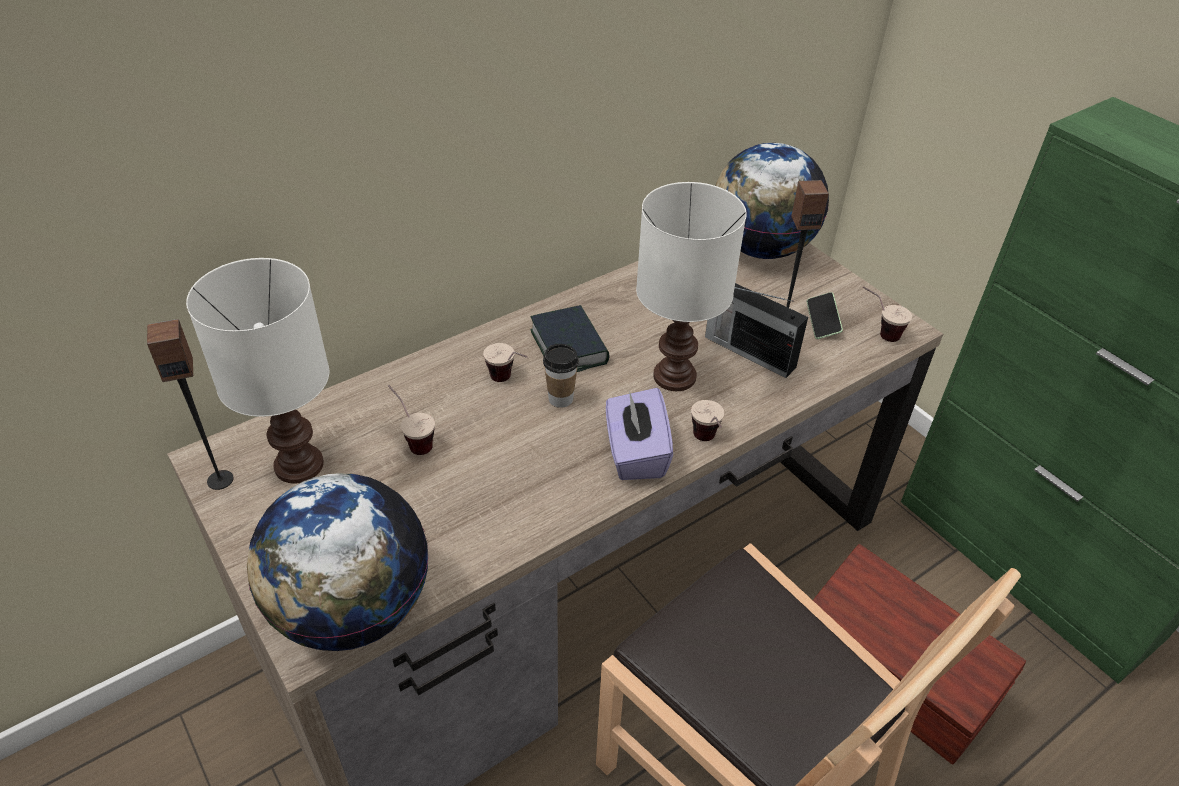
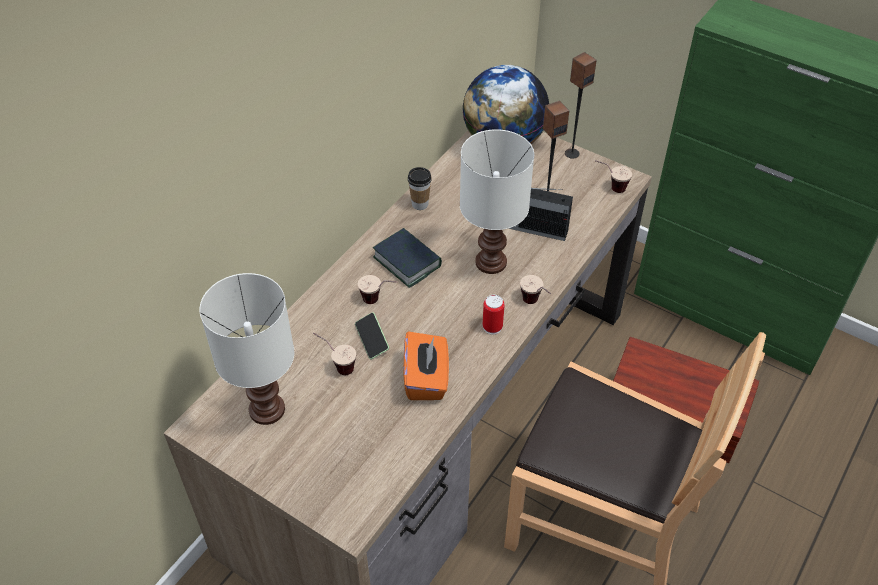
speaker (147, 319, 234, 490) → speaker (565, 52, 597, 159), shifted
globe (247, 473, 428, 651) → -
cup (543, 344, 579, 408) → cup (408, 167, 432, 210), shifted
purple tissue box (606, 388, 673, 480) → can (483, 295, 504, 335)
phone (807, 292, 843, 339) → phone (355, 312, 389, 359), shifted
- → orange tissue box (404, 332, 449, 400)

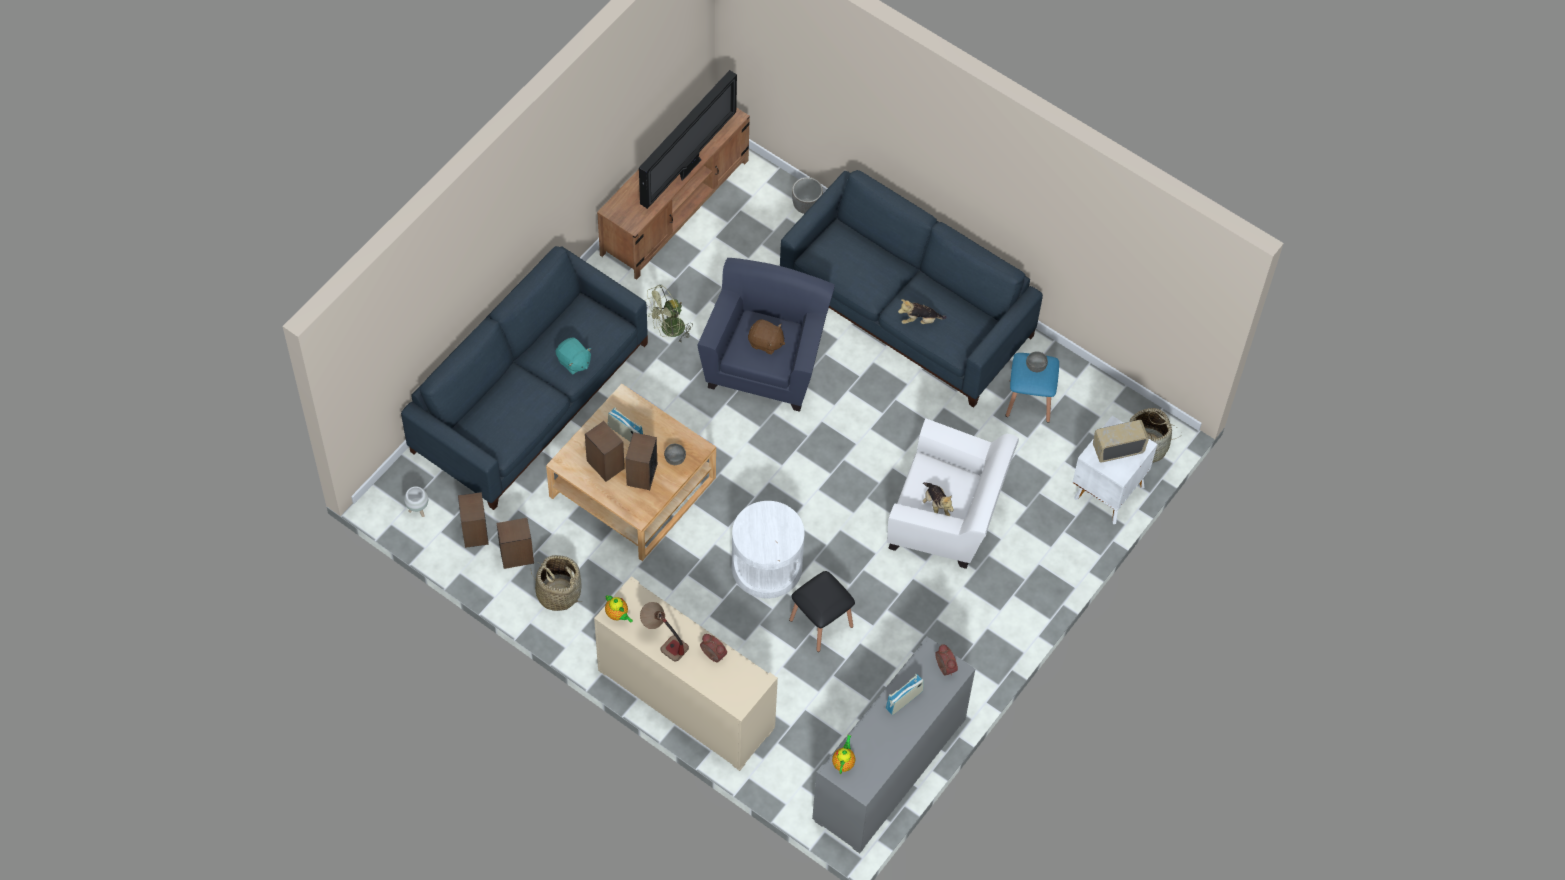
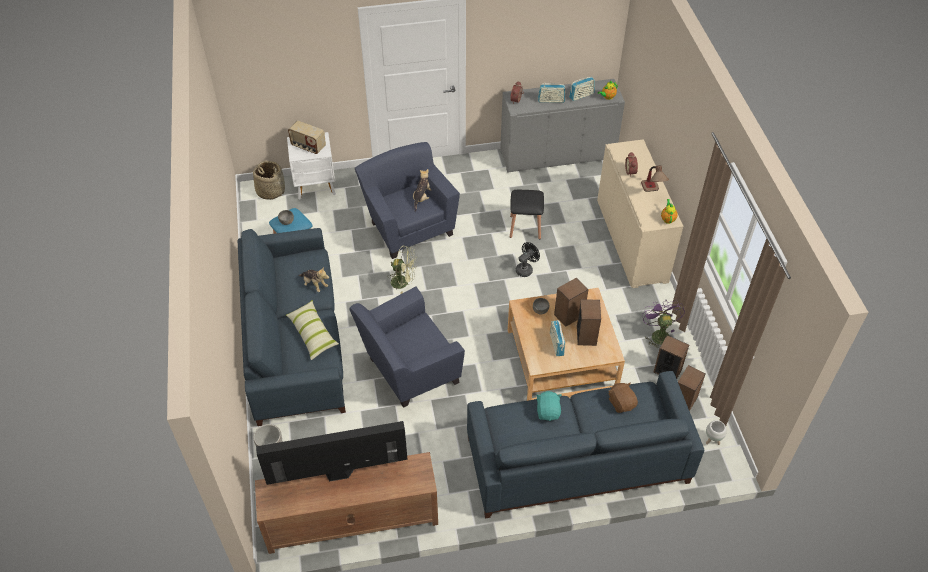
basket (530, 555, 583, 611) → purple fan (642, 299, 685, 350)
green fan (645, 285, 693, 344) → green fan (387, 245, 417, 294), shifted
white side table (732, 501, 805, 598) → black fan (515, 242, 540, 277)
brown plush toy (748, 319, 785, 355) → brown plush toy (608, 382, 638, 413), shifted
white armchair (887, 418, 1019, 569) → blue armchair (355, 142, 460, 259)
- → pillow (286, 300, 339, 360)
- → radio (569, 77, 595, 101)

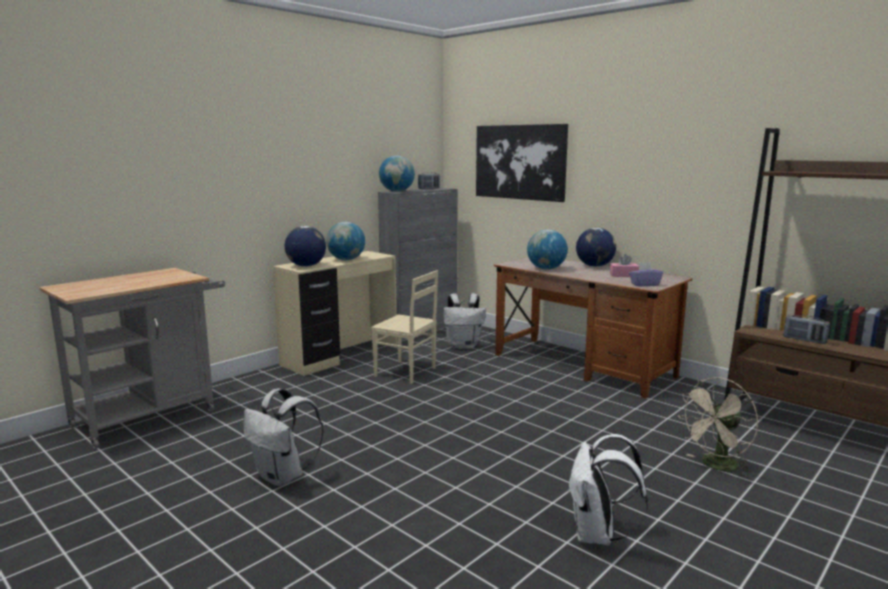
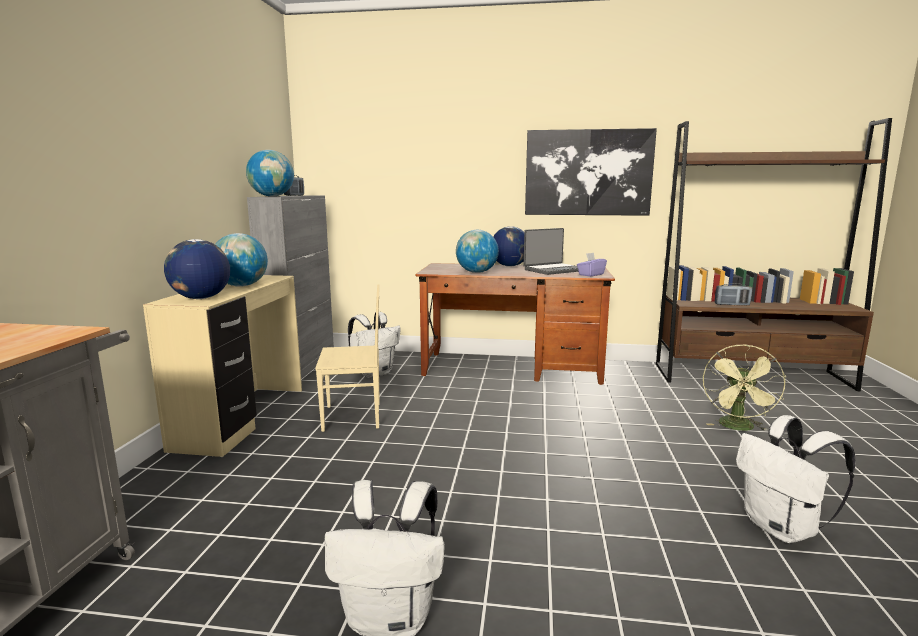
picture (476, 124, 568, 202) → picture (525, 128, 657, 216), shifted
pink tissue box (610, 254, 639, 277) → laptop (524, 228, 579, 275)
beige fan (677, 377, 759, 478) → green fan (703, 345, 786, 431)

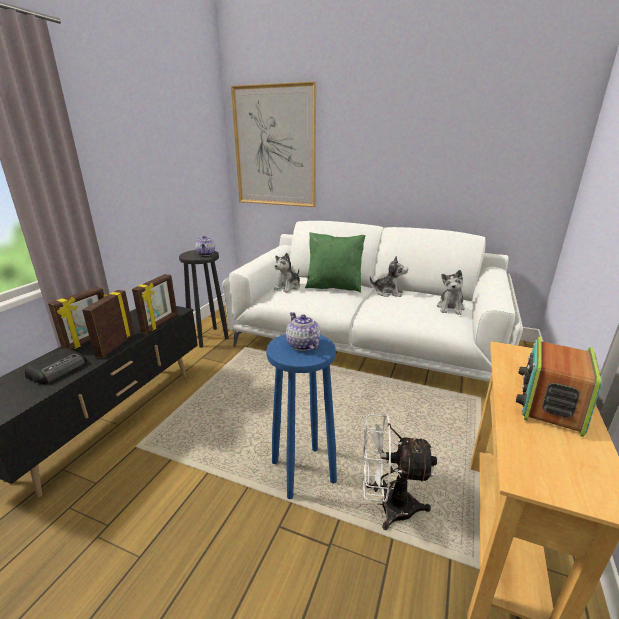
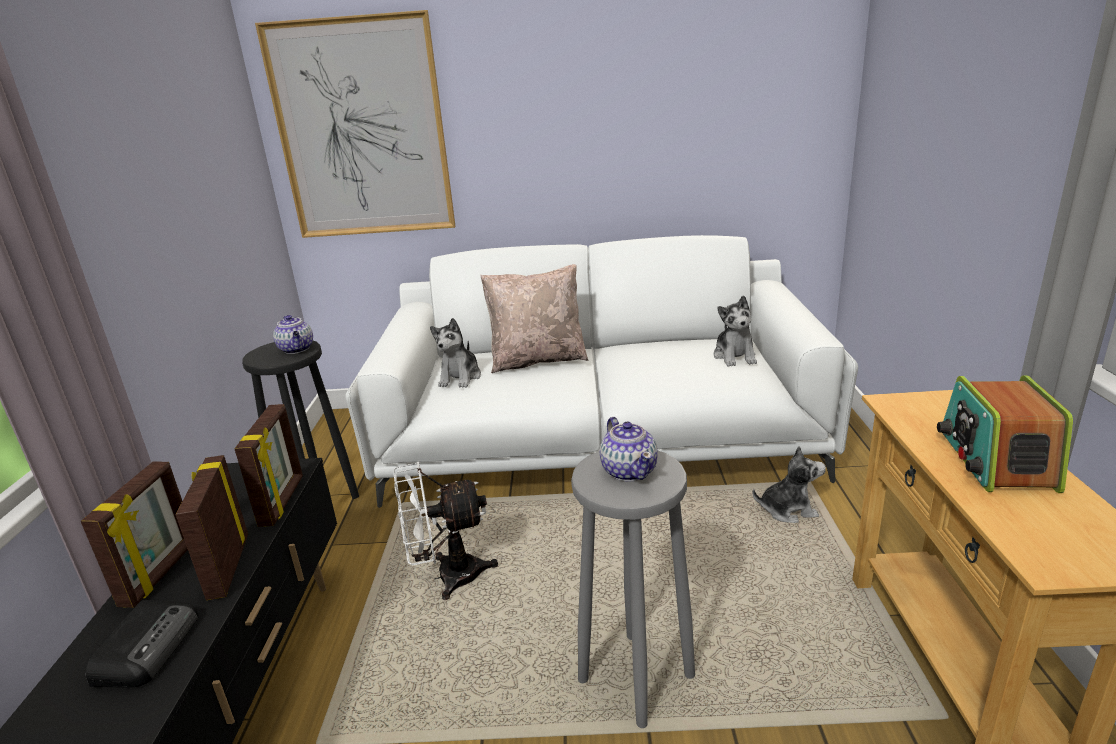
blue stool (266, 334, 337, 499) → grey stool (571, 451, 695, 728)
teapot (286, 312, 321, 351) → teapot (600, 417, 658, 482), 150 degrees counterclockwise
green pillow (305, 232, 366, 293) → beige pillow (480, 264, 589, 373)
white fan (363, 413, 437, 530) → white fan (393, 462, 498, 600), shifted
plush toy (370, 256, 408, 297) → plush toy (753, 446, 826, 523), shifted

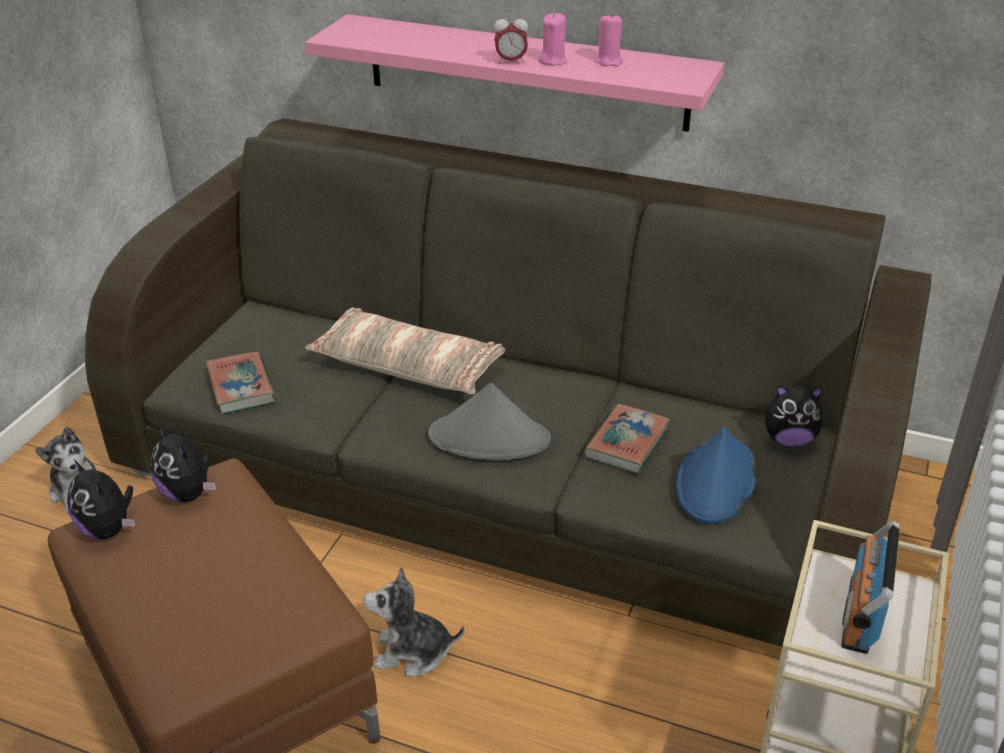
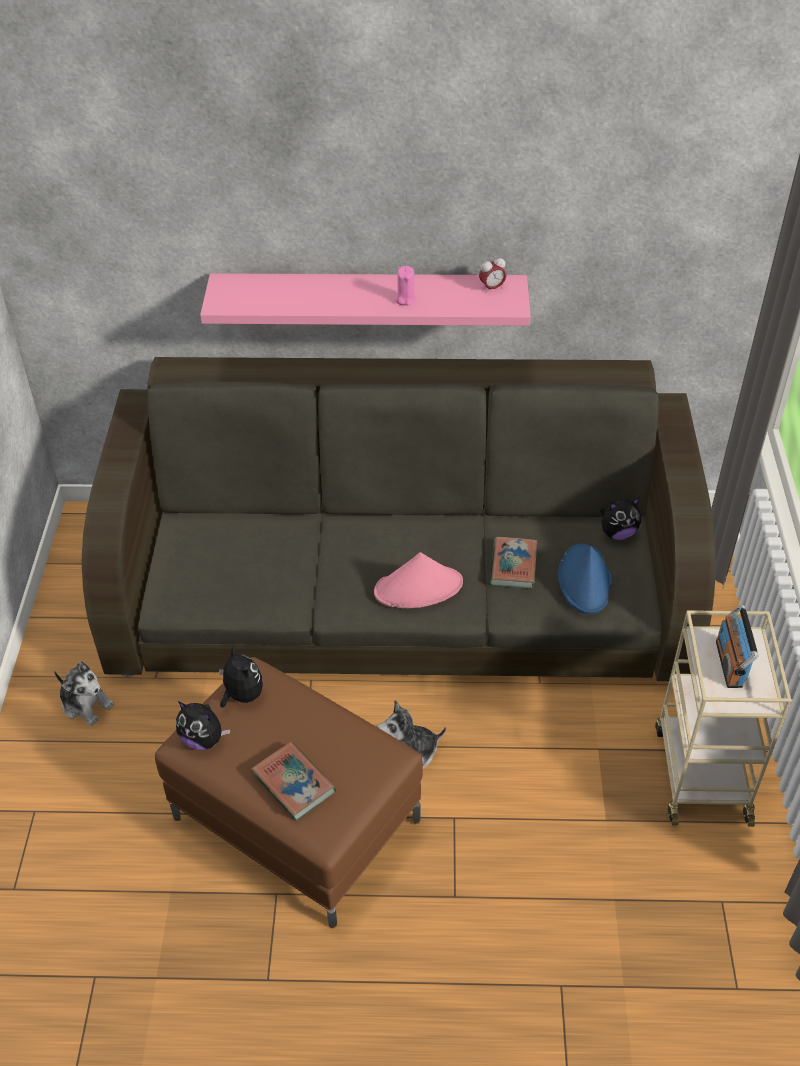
plush toy (151, 425, 216, 502) → plush toy (219, 646, 263, 707), 150 degrees counterclockwise
book (206, 352, 276, 414) → book (252, 742, 336, 821), shifted
pillow (305, 307, 505, 394) → -
grey hat (428, 383, 551, 460) → pink hat (374, 552, 463, 608)
alarm clock (494, 13, 528, 64) → alarm clock (479, 256, 506, 293), shifted
pink candle (595, 13, 623, 67) → -

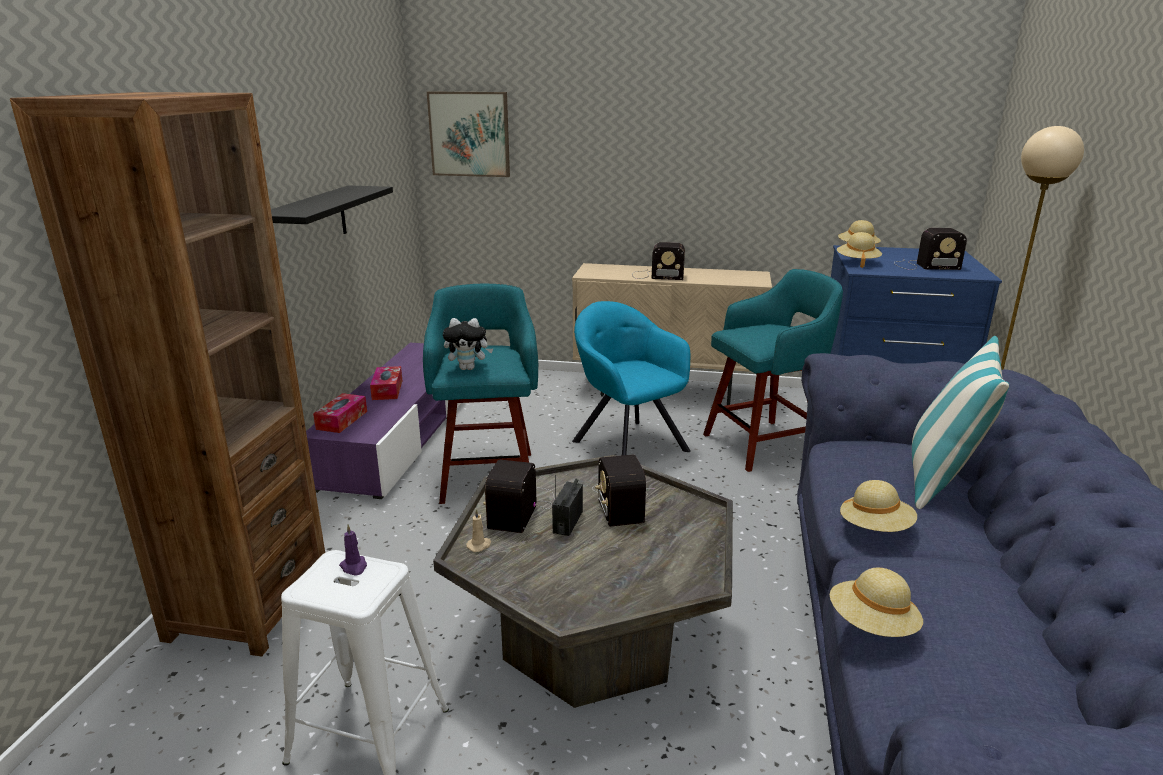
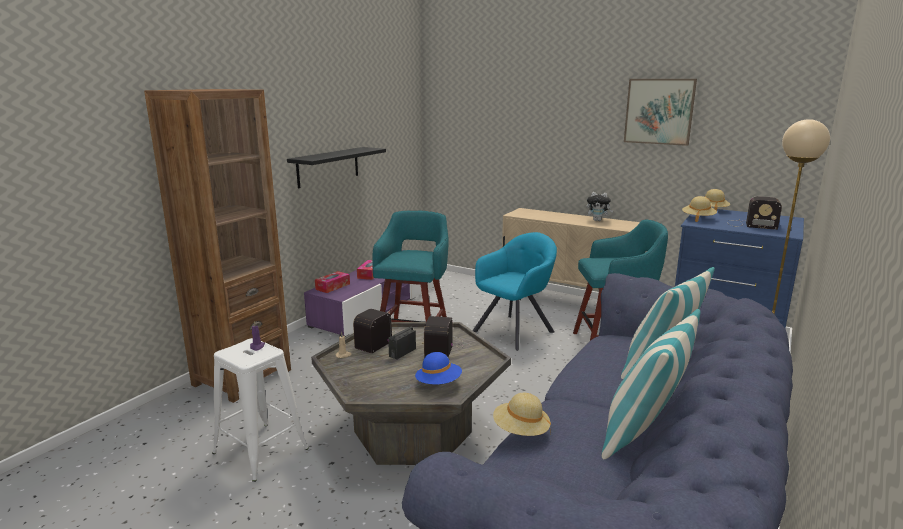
picture (427, 92, 510, 177) → picture (624, 79, 697, 146), shifted
plush toy (443, 318, 493, 370) → plush toy (586, 192, 613, 221), shifted
turquoise armchair (572, 301, 691, 455) → turquoise armchair (472, 232, 557, 351), 60 degrees clockwise
radio (632, 242, 685, 280) → -
beige hat (840, 480, 917, 532) → -
- → blue hat (415, 352, 462, 384)
- → pillow (602, 309, 701, 459)

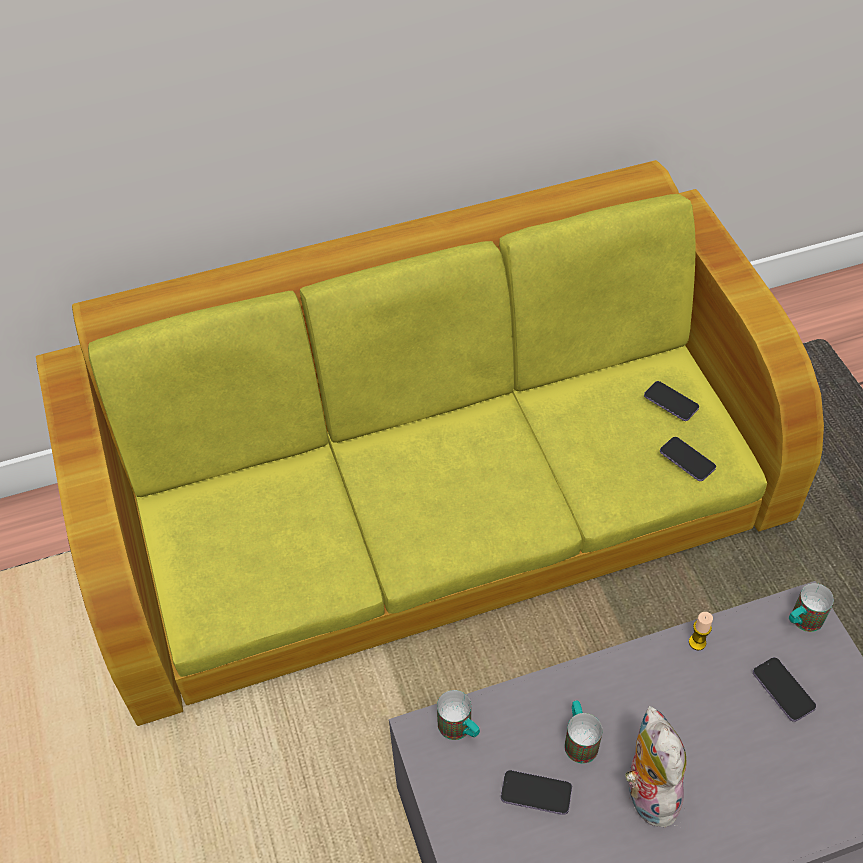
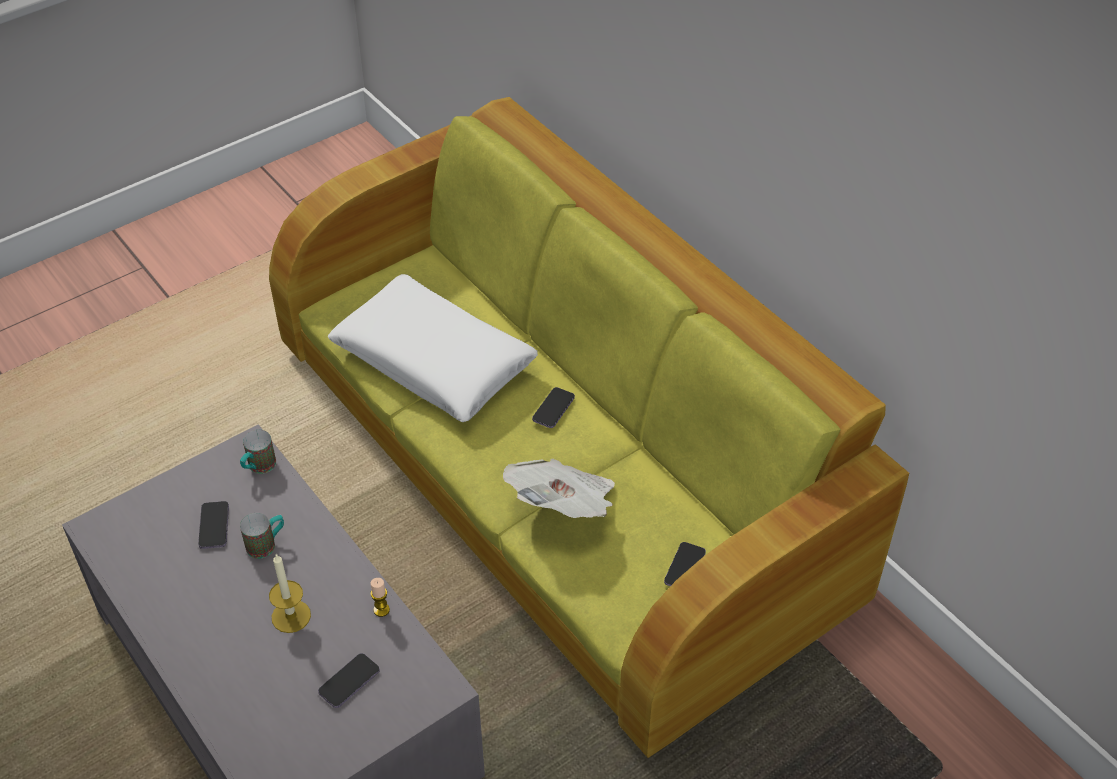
plush toy (625, 706, 686, 827) → -
phone (660, 437, 716, 481) → phone (532, 387, 575, 428), shifted
mug (789, 583, 834, 632) → -
- → candle (269, 554, 311, 633)
- → white pillow (328, 274, 538, 422)
- → newspaper (503, 459, 615, 518)

